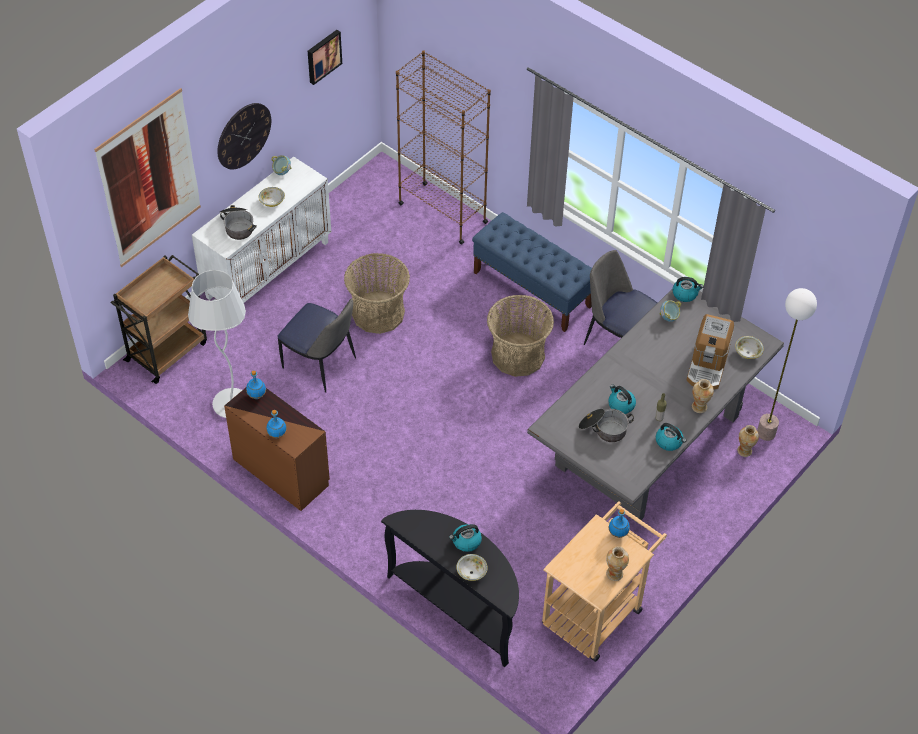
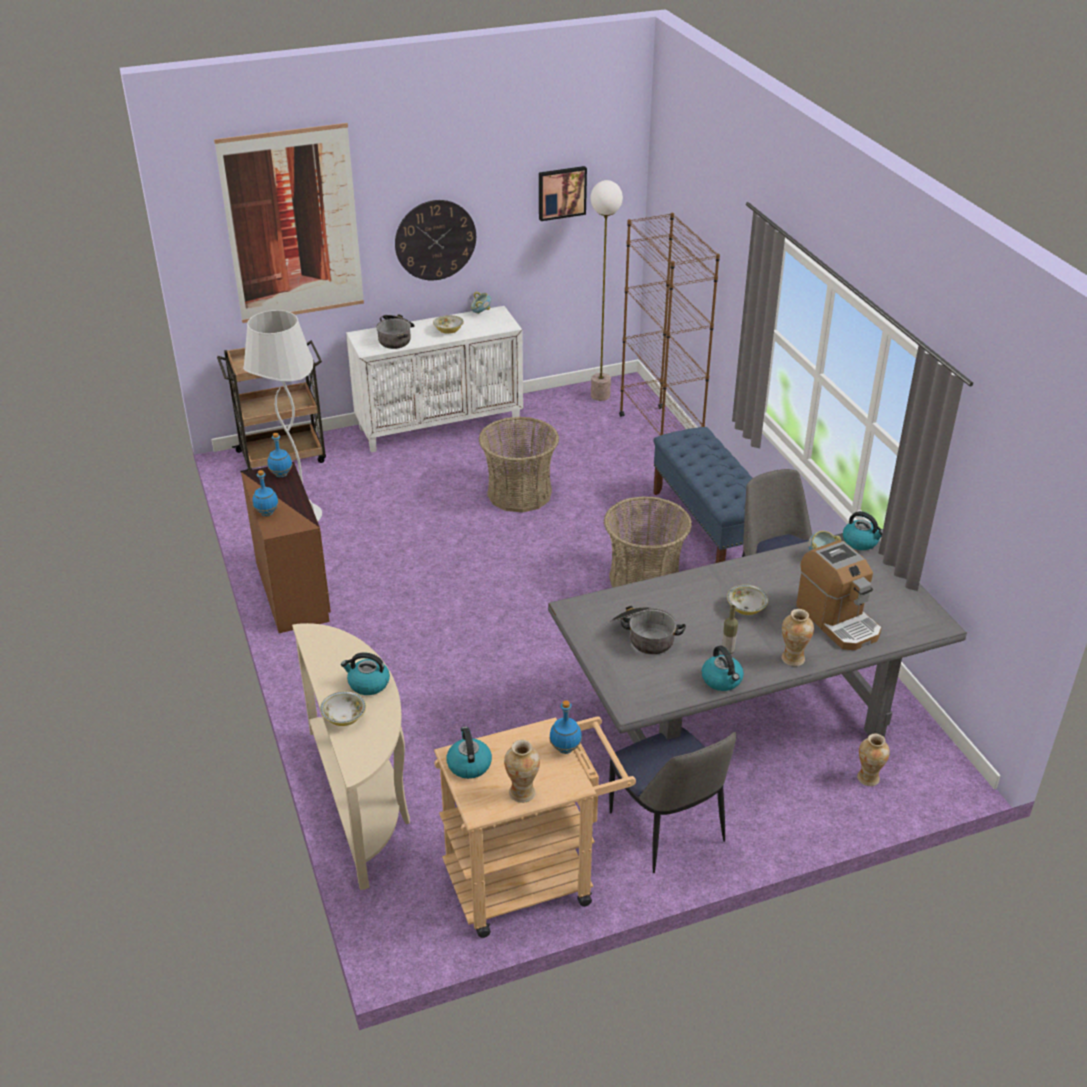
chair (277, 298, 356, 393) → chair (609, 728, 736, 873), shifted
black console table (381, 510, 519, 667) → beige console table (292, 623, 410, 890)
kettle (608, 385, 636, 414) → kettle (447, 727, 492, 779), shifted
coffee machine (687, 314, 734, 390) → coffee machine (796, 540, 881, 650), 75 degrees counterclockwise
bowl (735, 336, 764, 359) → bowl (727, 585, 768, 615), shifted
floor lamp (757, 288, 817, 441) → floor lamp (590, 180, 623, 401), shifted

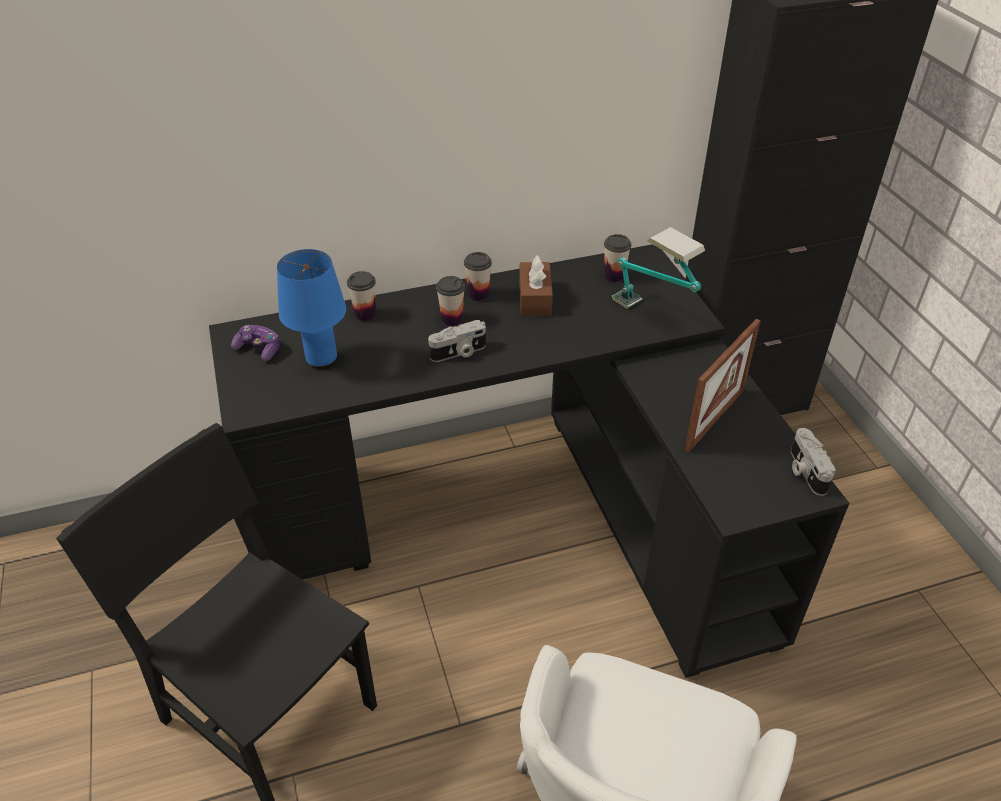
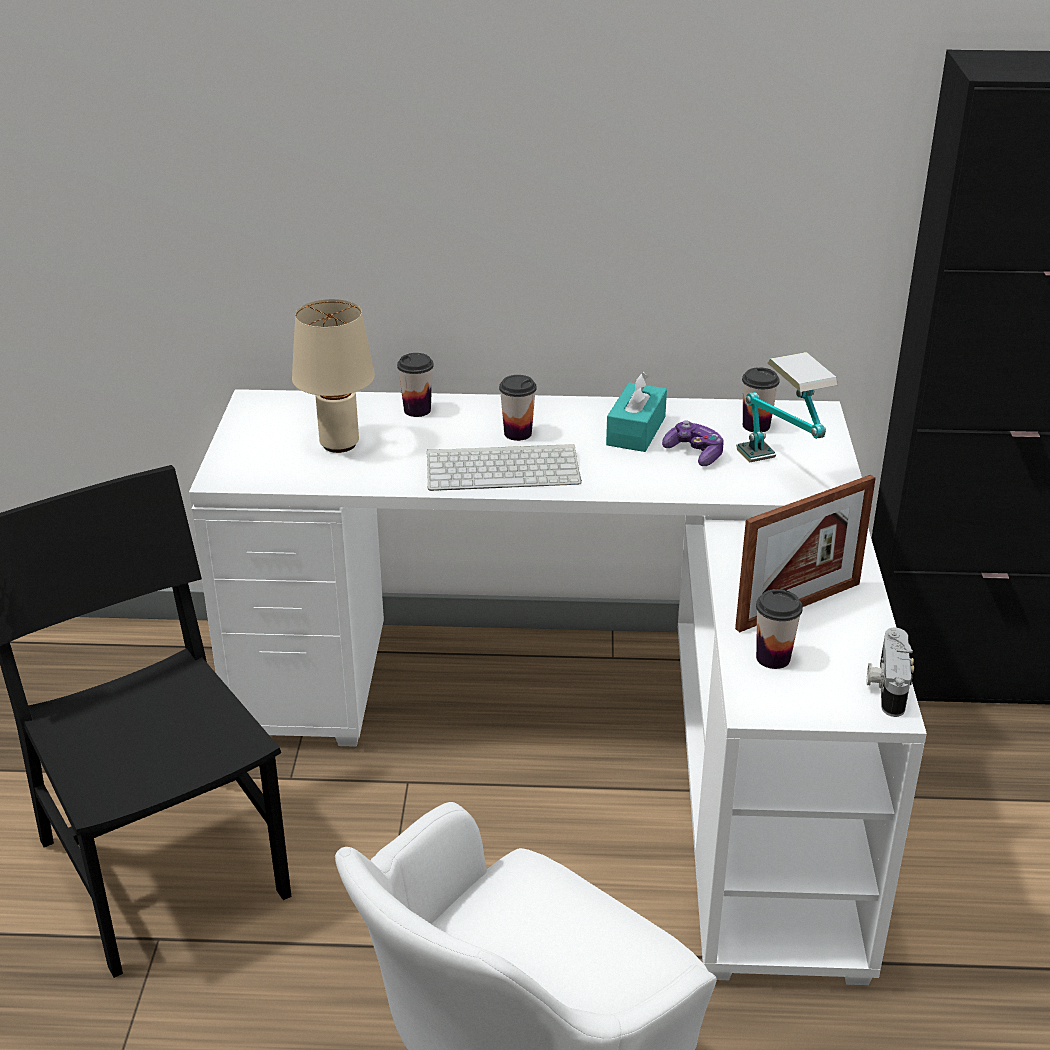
black desk (209, 244, 849, 678) → white desk (189, 389, 927, 985)
game controller (231, 325, 280, 361) → game controller (662, 420, 724, 466), shifted
blue table lamp (277, 249, 346, 368) → beige table lamp (292, 299, 375, 453)
photo camera (428, 320, 486, 362) → keyboard (427, 444, 582, 491)
cup (464, 252, 492, 301) → cup (756, 589, 803, 669), shifted
brown tissue box (519, 255, 553, 316) → turquoise tissue box (606, 372, 667, 452)

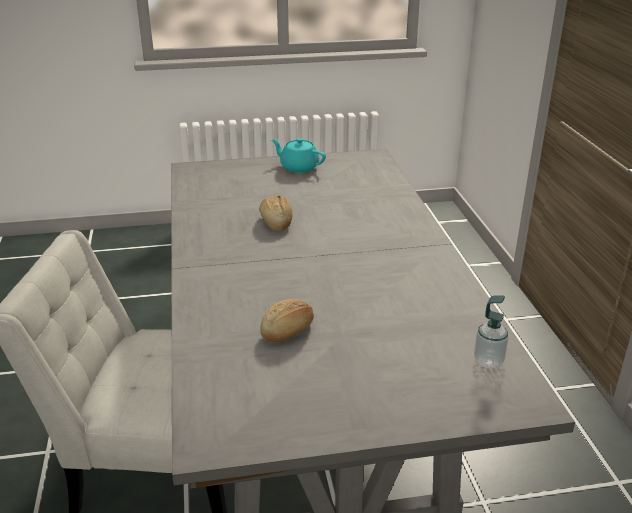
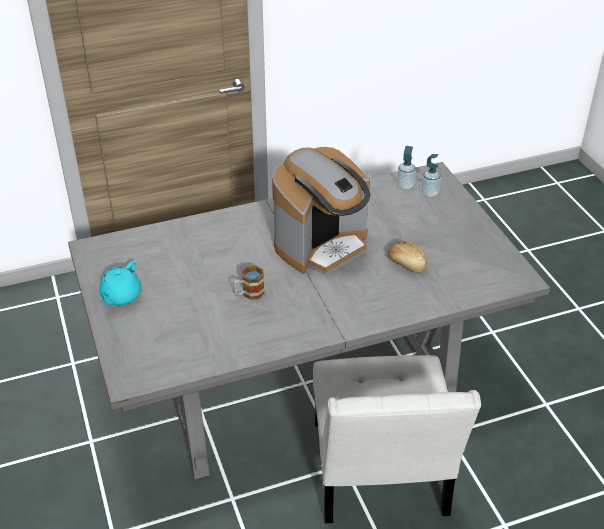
bread (259, 196, 293, 231) → mug (233, 266, 265, 300)
- → coffee machine (272, 147, 371, 275)
- → soap dispenser (421, 154, 441, 197)

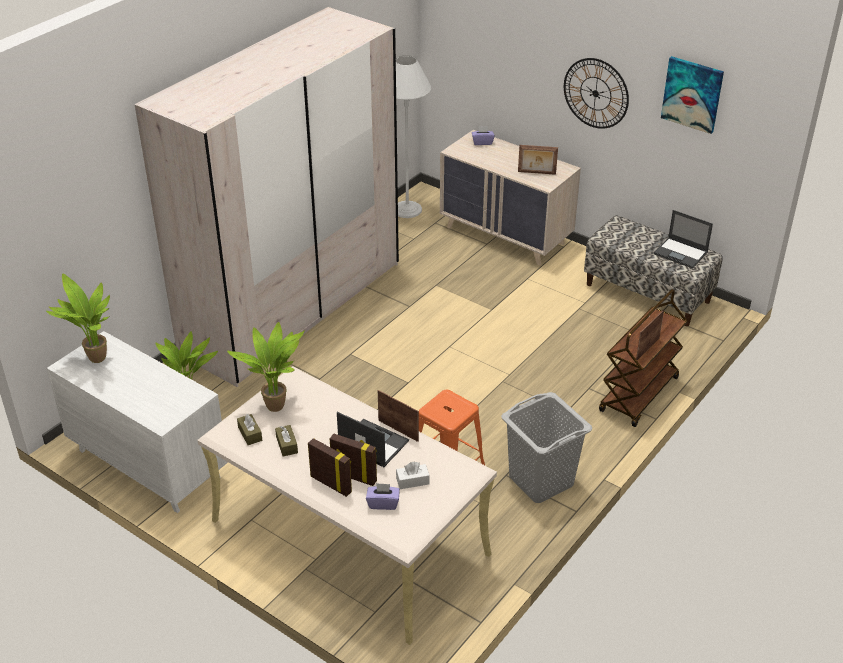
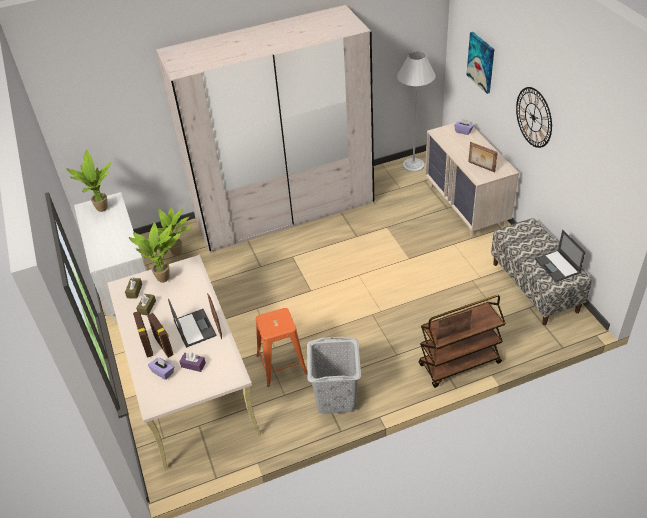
white tissue box (396, 462, 429, 489) → purple tissue box (179, 352, 206, 372)
picture (661, 56, 724, 134) → picture (467, 32, 494, 94), shifted

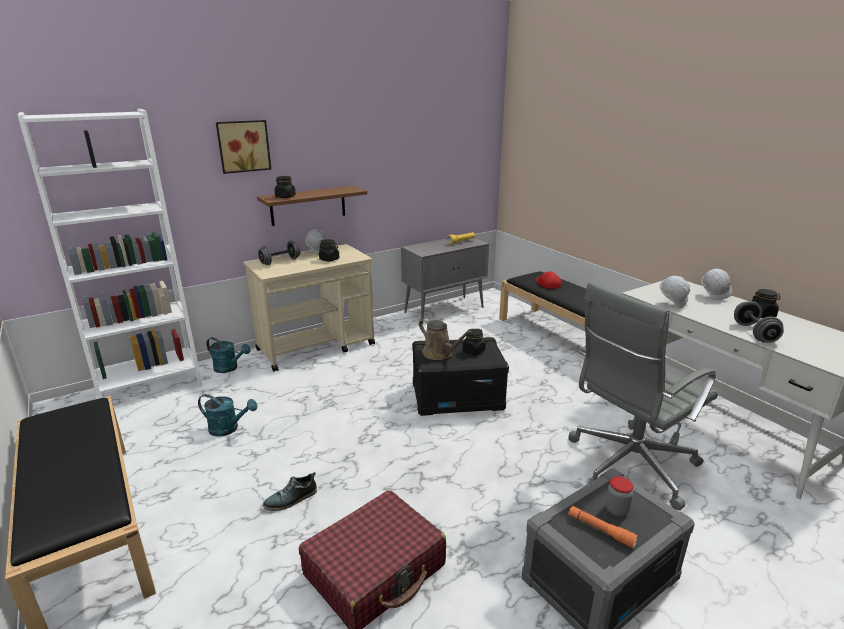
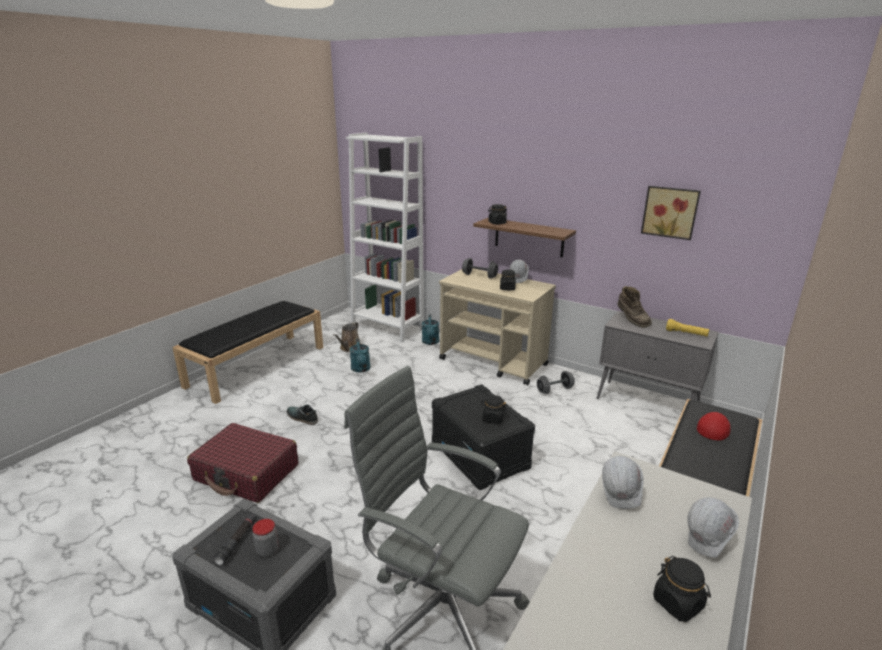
picture (216, 120, 271, 174) → picture (641, 186, 701, 240), shifted
brown watering can (419, 318, 472, 360) → brown watering can (333, 322, 361, 352), shifted
orange flashlight (569, 506, 638, 548) → black flashlight (213, 513, 257, 565)
grey dumbbell (734, 301, 784, 343) → grey dumbbell (537, 371, 575, 394), shifted
- → brown boot (617, 286, 652, 328)

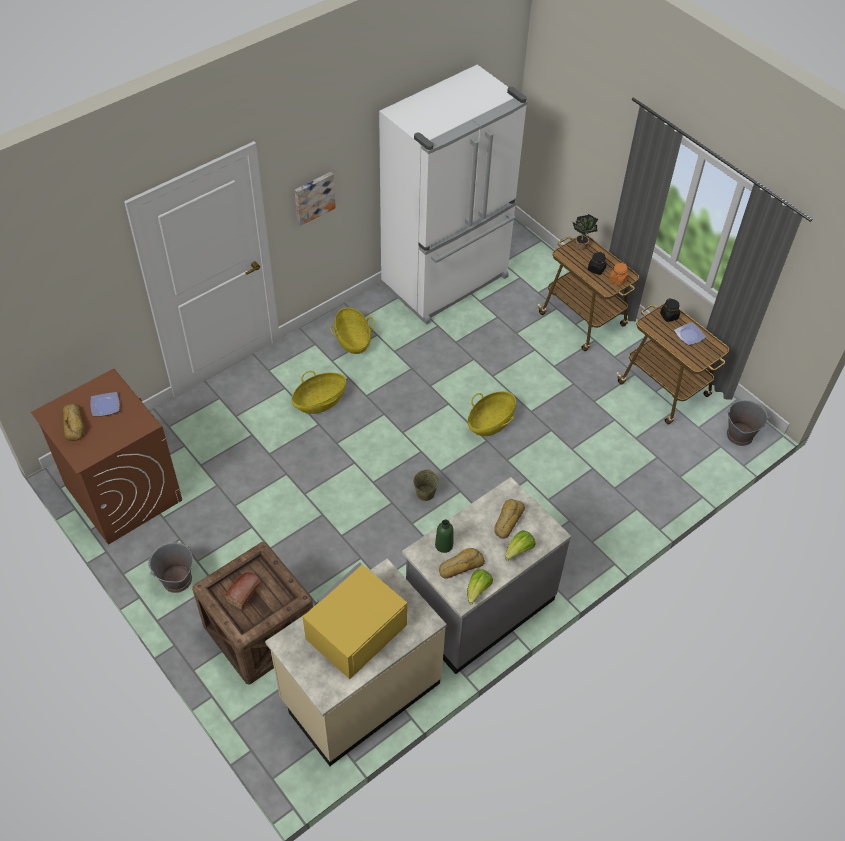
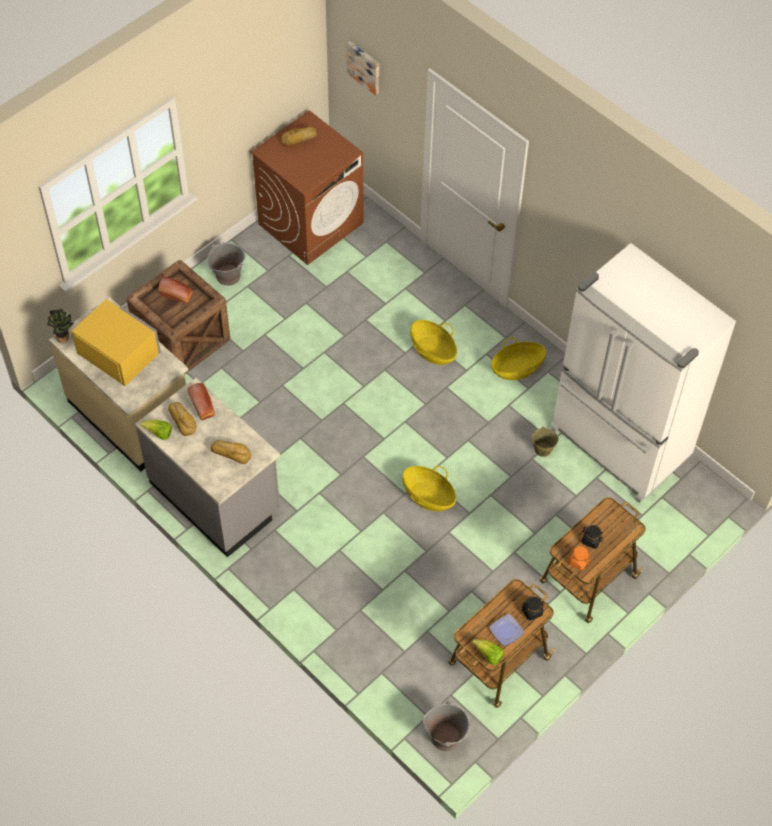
plate (90, 392, 120, 416) → -
picture (295, 172, 336, 226) → picture (346, 41, 379, 95), shifted
beige bucket (413, 470, 439, 501) → beige bucket (531, 428, 559, 457), shifted
green bottle (435, 520, 454, 553) → bread (187, 383, 215, 420)
lettuce (505, 530, 535, 561) → lettuce (472, 639, 504, 665), shifted
potted plant (573, 214, 598, 250) → potted plant (47, 309, 74, 343), shifted

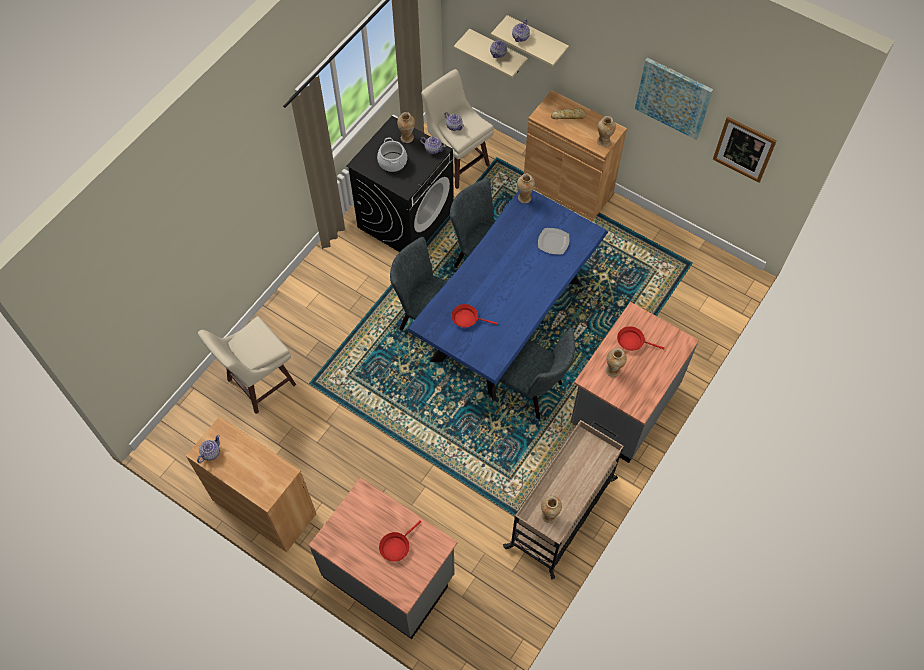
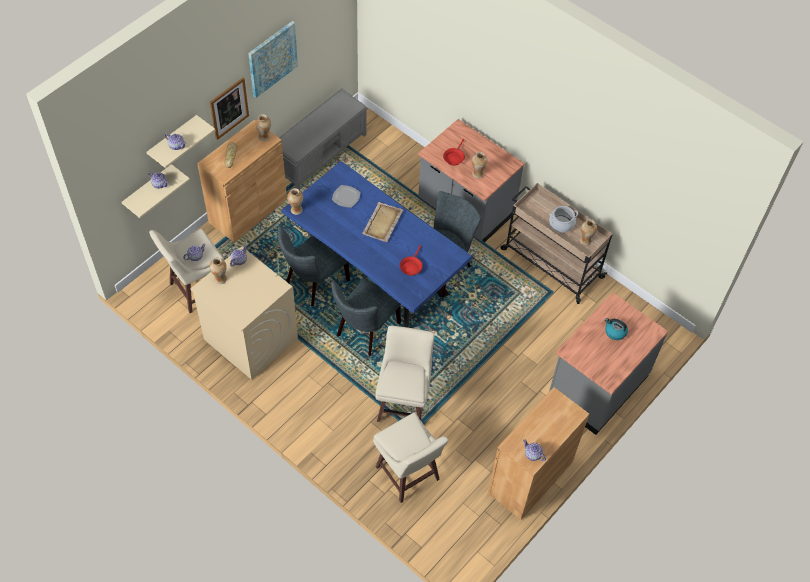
black washing machine (346, 116, 454, 252) → beige washing machine (190, 247, 298, 380)
cooking pot (377, 137, 407, 172) → cooking pot (549, 206, 578, 233), shifted
red frying pan (379, 520, 422, 562) → kettle (605, 318, 628, 340)
picture (713, 117, 777, 183) → picture (210, 78, 249, 140), shifted
- → grey bench (279, 88, 368, 190)
- → beige tray (362, 202, 403, 242)
- → beige stool (375, 326, 434, 422)

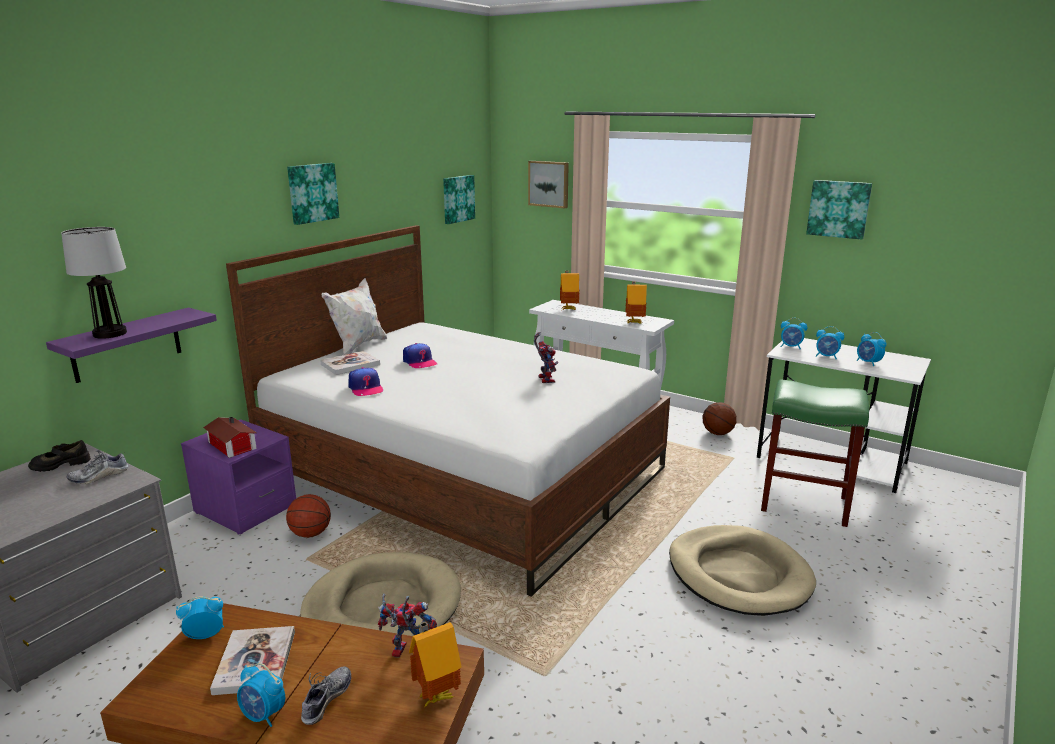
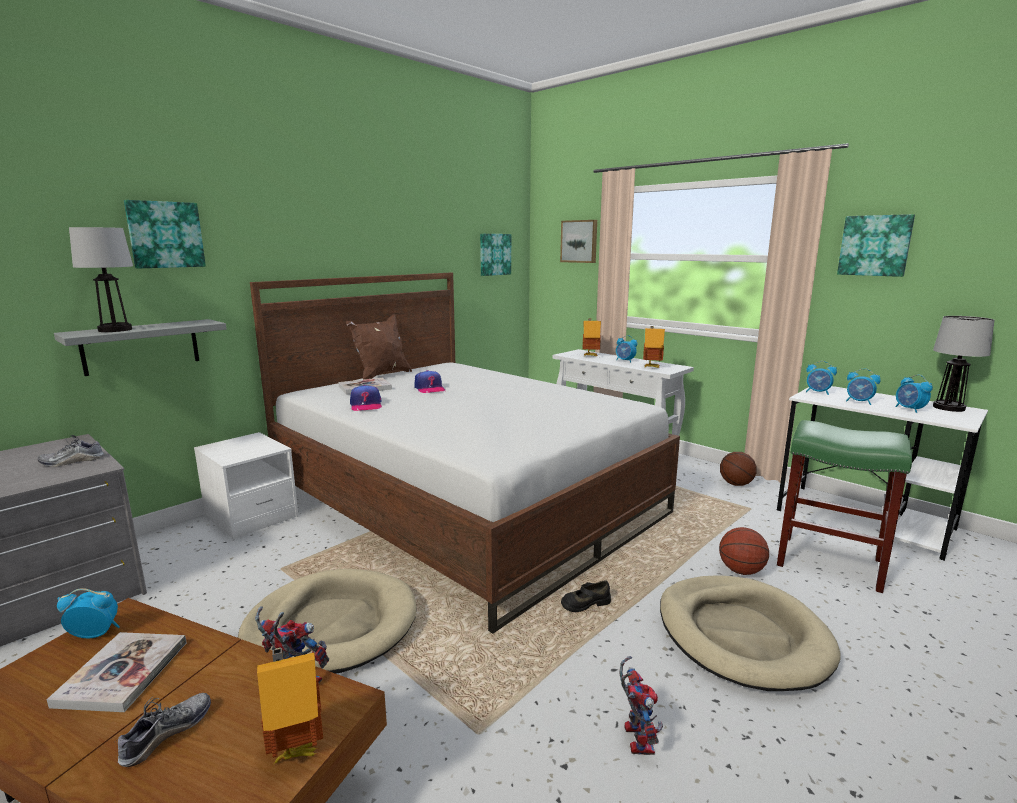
black shoe (28, 440, 91, 472) → black shoe (561, 580, 611, 612), shifted
purple shelf (46, 308, 217, 383) → grey shelf (54, 319, 226, 376)
purple nightstand (181, 419, 296, 534) → white nightstand (194, 432, 298, 539)
toy house (203, 417, 257, 458) → -
alarm clock (237, 663, 285, 727) → alarm clock (616, 335, 638, 362), shifted
basketball (286, 494, 331, 538) → basketball (719, 527, 769, 575), shifted
picture (287, 163, 339, 225) → picture (124, 200, 206, 268), shifted
white pillow (322, 278, 387, 355) → brown pillow (346, 314, 412, 380)
toy robot (534, 332, 558, 383) → toy robot (619, 656, 663, 755), shifted
- → table lamp (933, 316, 994, 412)

